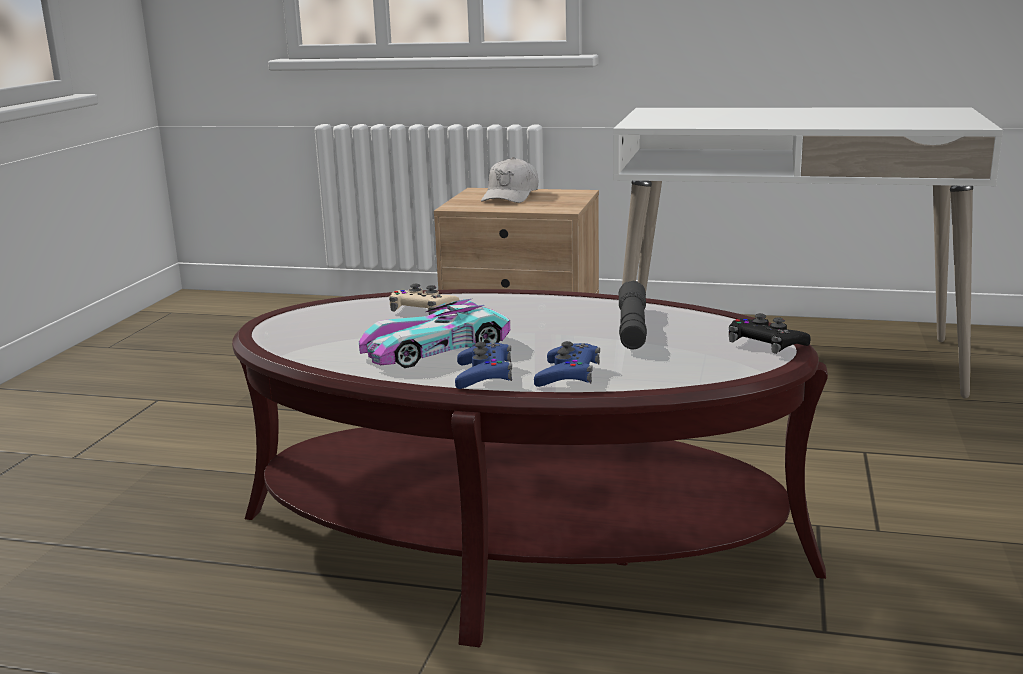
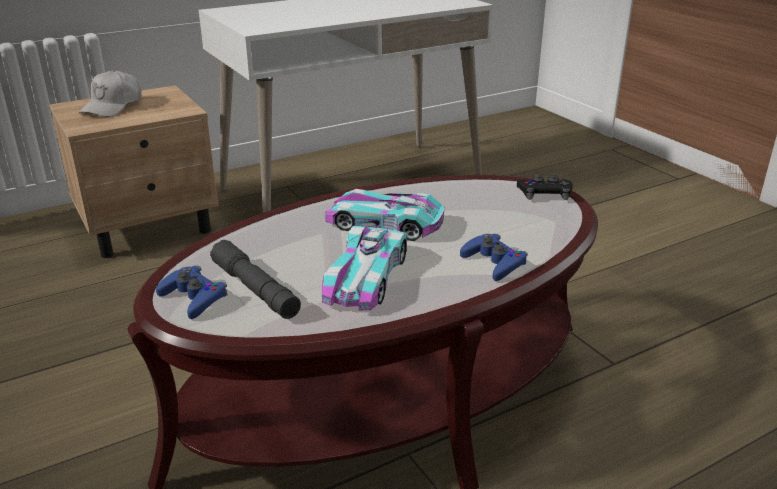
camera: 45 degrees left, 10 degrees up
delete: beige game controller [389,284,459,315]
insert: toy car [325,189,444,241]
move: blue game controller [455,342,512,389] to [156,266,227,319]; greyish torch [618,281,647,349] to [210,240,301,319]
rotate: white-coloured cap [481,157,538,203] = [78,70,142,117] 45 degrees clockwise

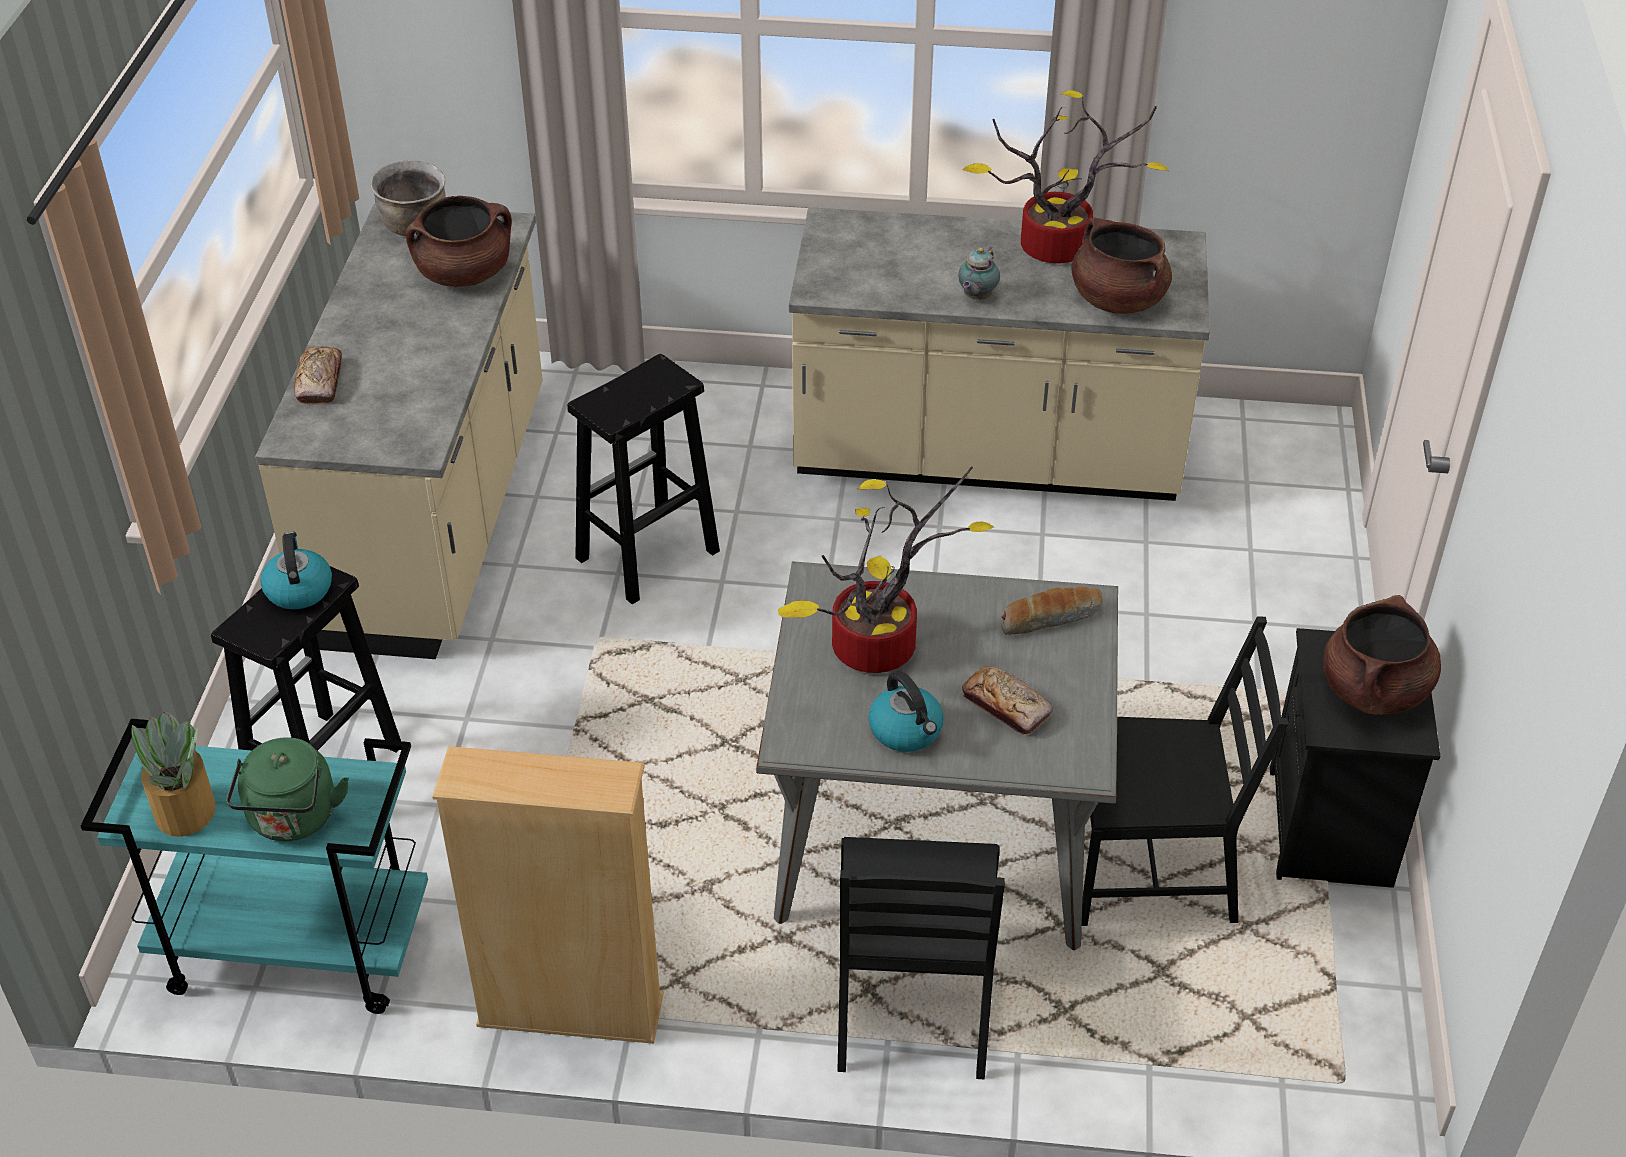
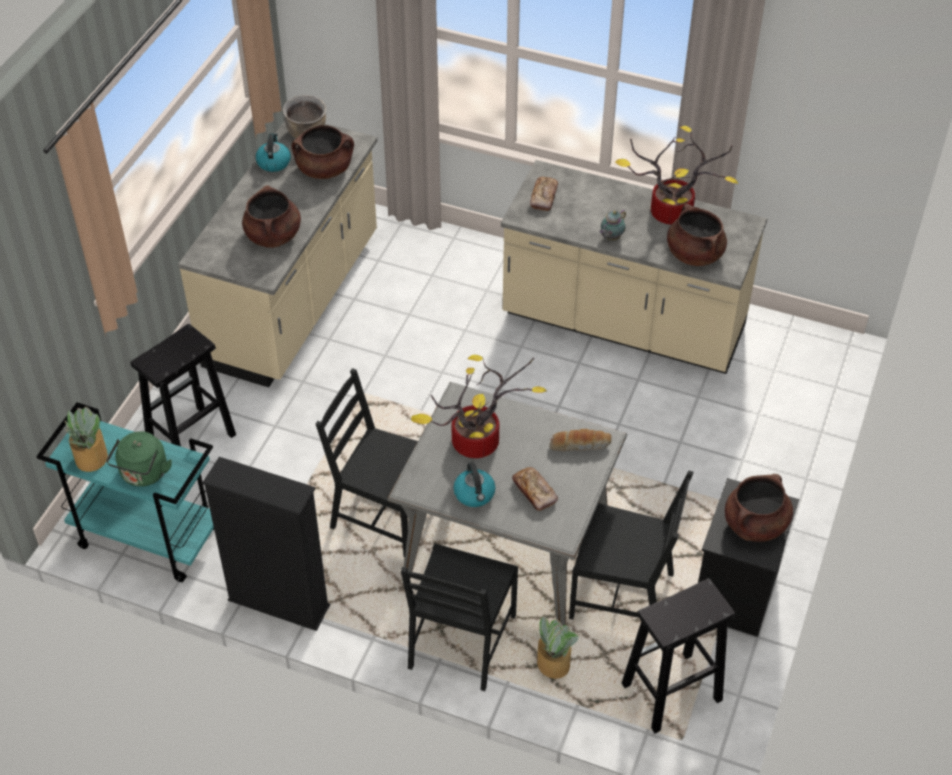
camera: 15 degrees right, 5 degrees up
insert: brownish stockpot [242,185,301,248]; blackish upright chair [316,368,418,557]; houseplant [536,616,578,679]
move: kettle [260,532,332,609] to [256,133,291,172]; bakery bread [294,346,342,404] to [530,177,558,211]; blackish stool seat [567,354,720,604] to [621,578,736,734]
recolor: beige bookshelf [432,746,664,1044] to blackish bookshelf [203,457,330,631]

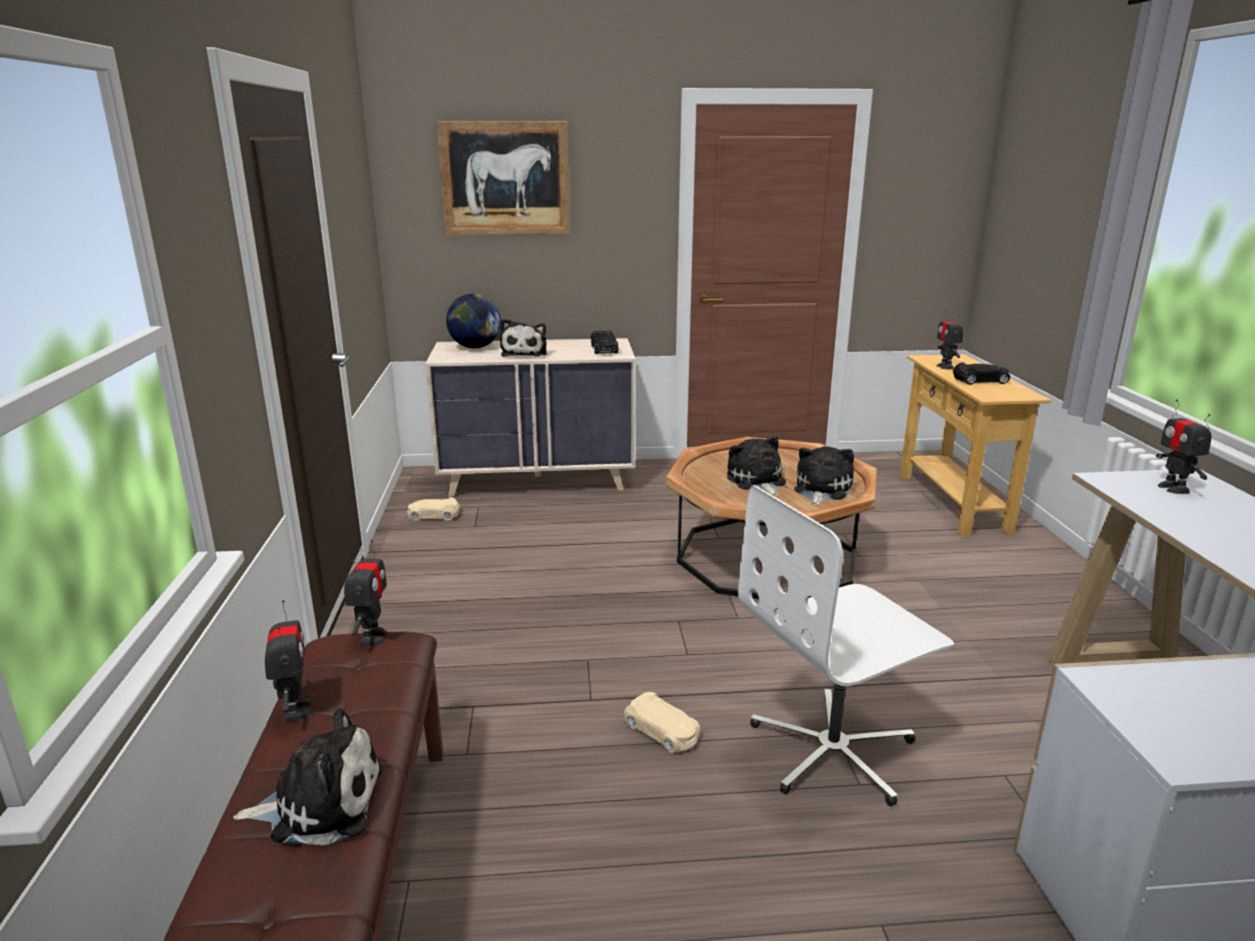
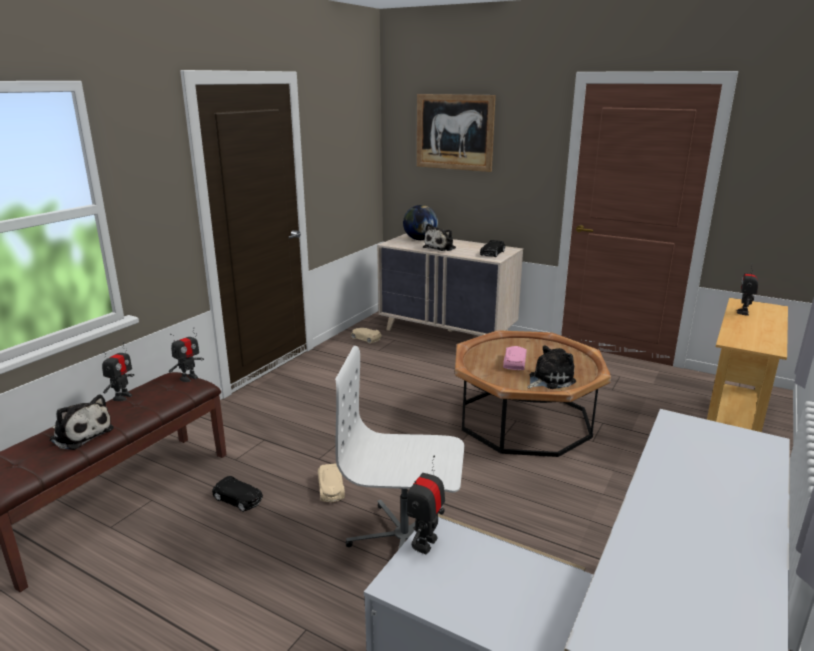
camera: 35 degrees right, 0 degrees up
move: blackish toy car [953,362,1010,385] to [212,476,263,512]; model robot [1156,399,1211,494] to [407,456,445,554]
replace: plush toy [727,436,786,496] to pink-coloured toy car [503,346,527,370]

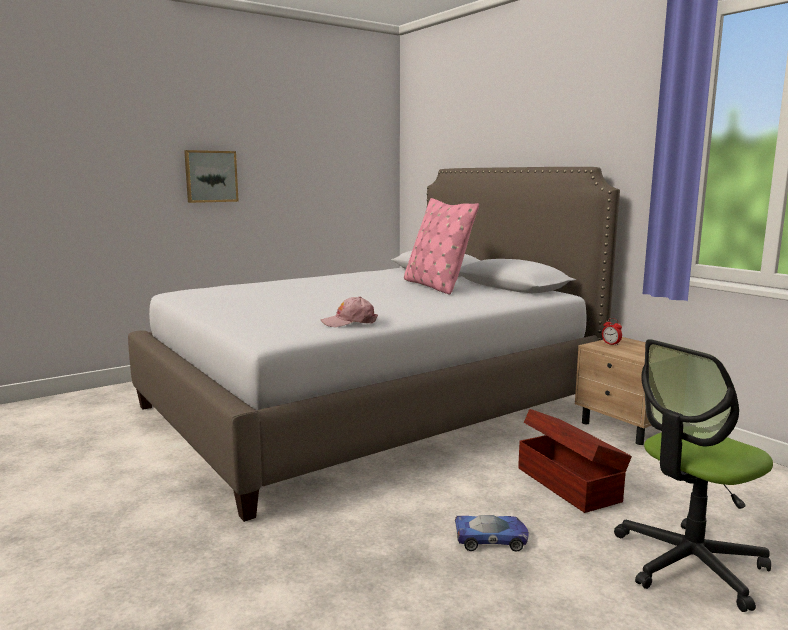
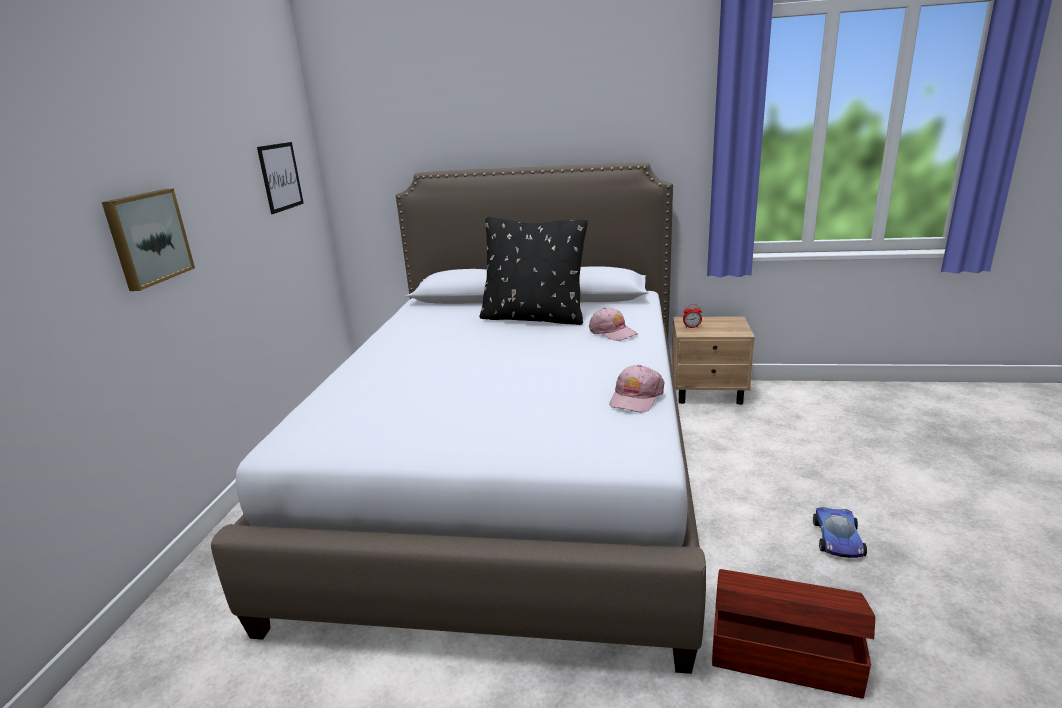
camera: 45 degrees left, 10 degrees up
delete: computer chair [614,339,773,612]
insert: picture [257,142,304,214]; pink-coloured cap [589,308,638,341]
move: brownish storage container [518,409,632,513] to [712,569,875,699]
recolor: pink-coloured cushion [404,198,479,294] to blackish cushion [479,217,588,325]
rotate: toy car [455,515,529,552] = [813,507,867,558] 150 degrees clockwise

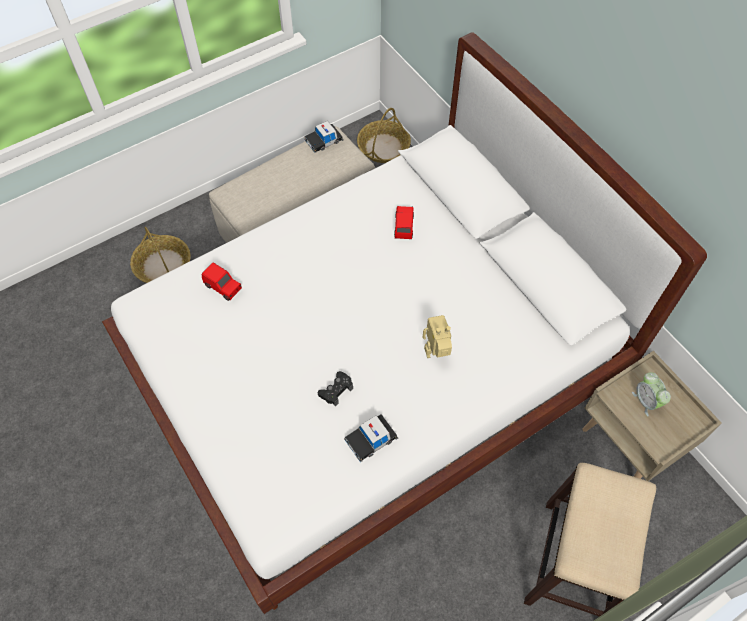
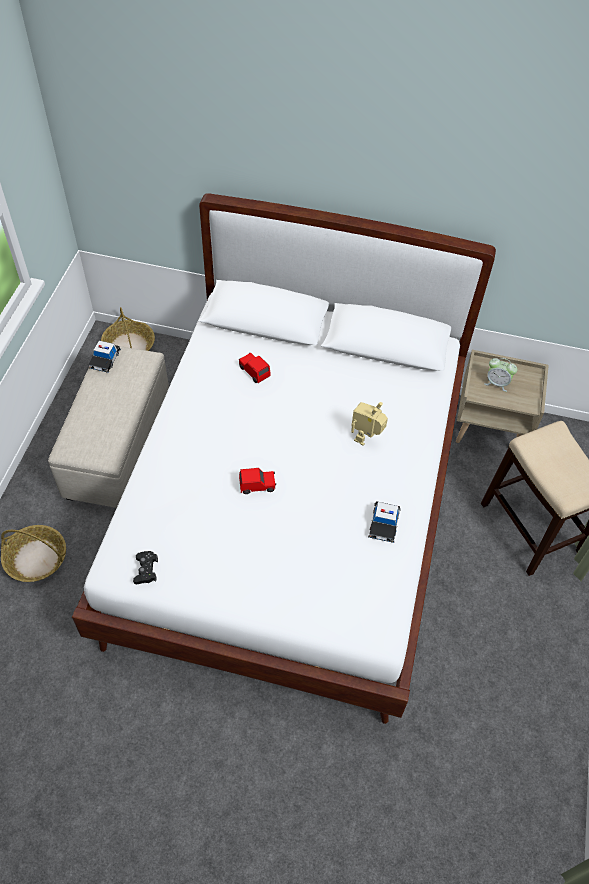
camera: 45 degrees left, 5 degrees down
move: red-coloured toy car [202,262,242,301] to [239,468,276,494]; blackish game controller [318,371,353,406] to [133,551,158,584]

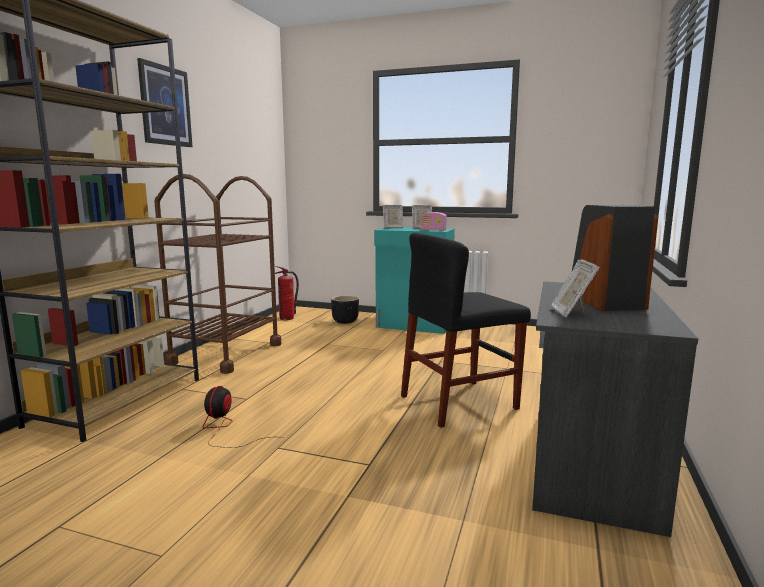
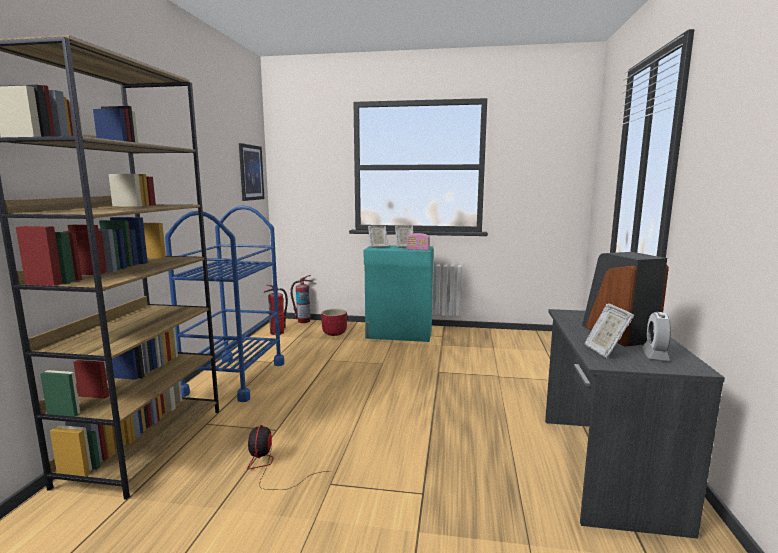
camera: 10 degrees left, 0 degrees up
delete: blackish upright chair [401,233,531,428]
insert: fire-fighting cylinder [291,275,314,323]; bedside clock [642,312,671,361]
move: picture [137,58,193,147] to [239,143,264,201]
recolor: brownish cart [154,174,281,374] to blue cart [165,206,284,402]; blackish plant pot [331,295,359,324] to red-coloured plant pot [321,309,347,336]

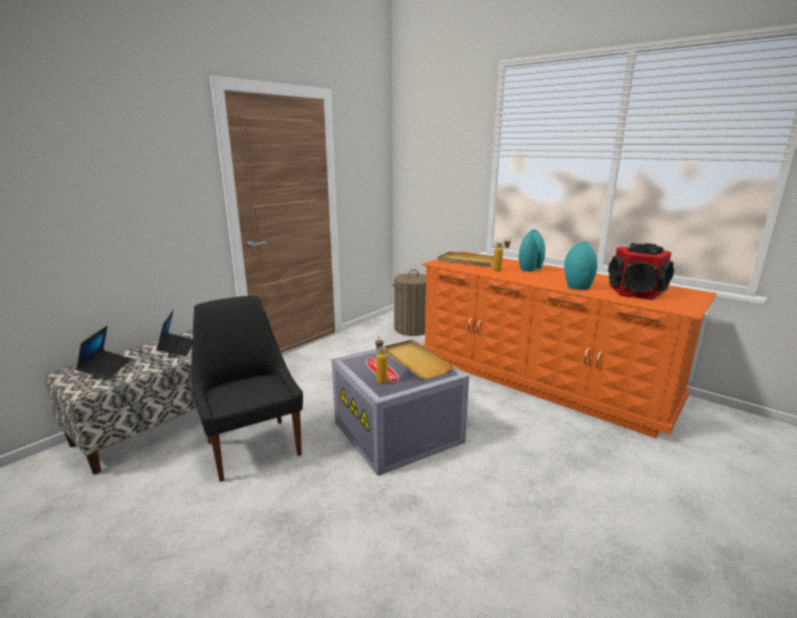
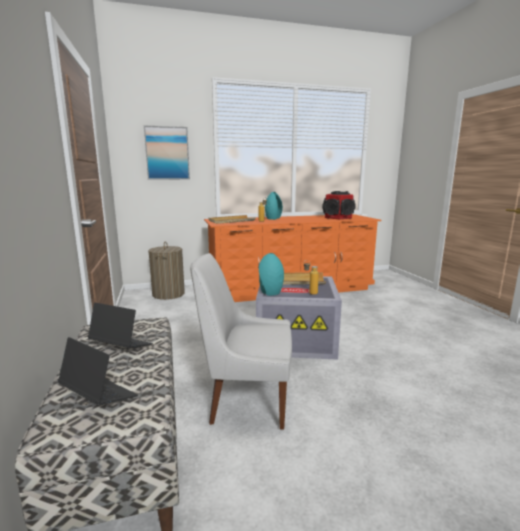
camera: 55 degrees left, 5 degrees down
insert: picture [144,126,190,180]
move: turquoise-coloured flower vase [564,242,598,290] to [259,253,284,296]
recolor: blackish upright chair [192,296,303,482] to white-coloured upright chair [190,253,292,430]

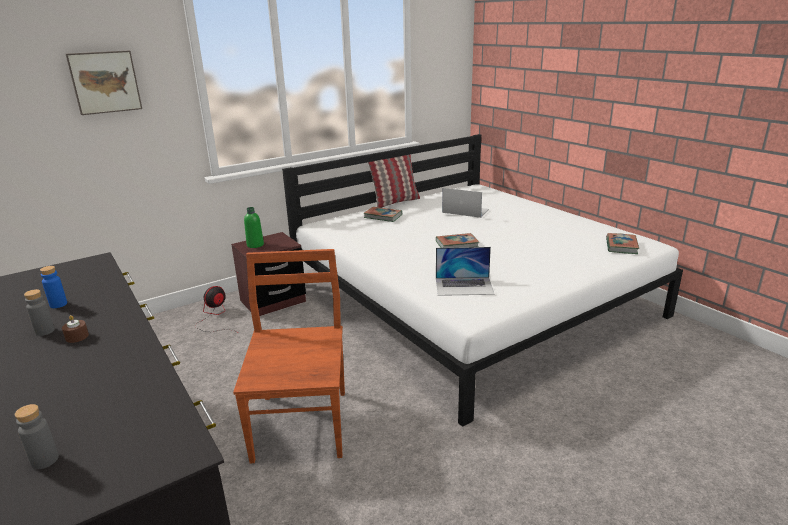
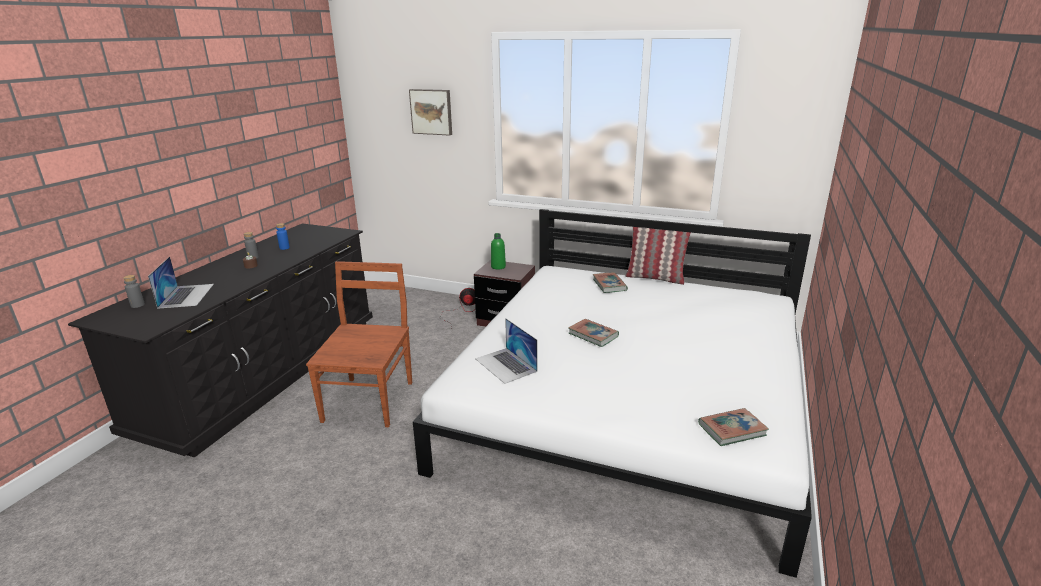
camera: 55 degrees right, 0 degrees up
move: portable computer [442,188,489,218] to [148,256,214,309]
rotate: brownish upright chair [233,249,345,464] = [306,261,412,427] 45 degrees counterclockwise

